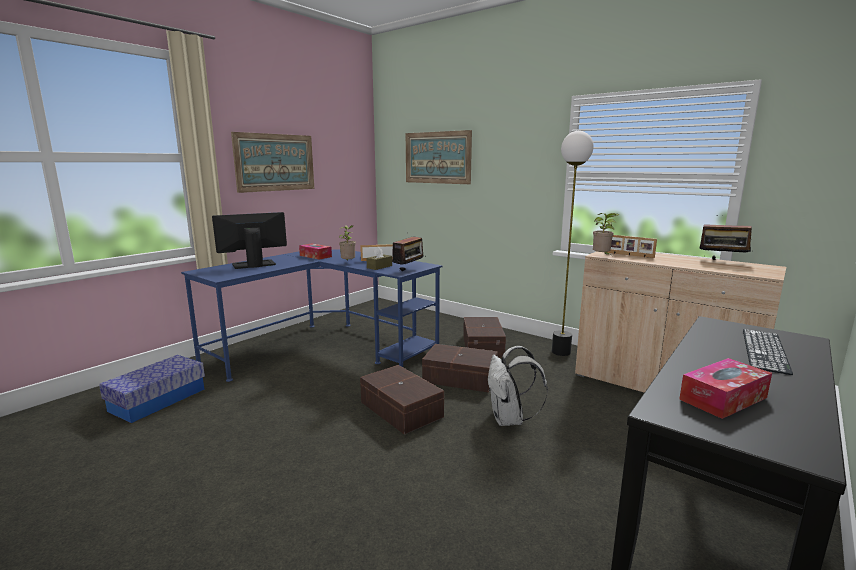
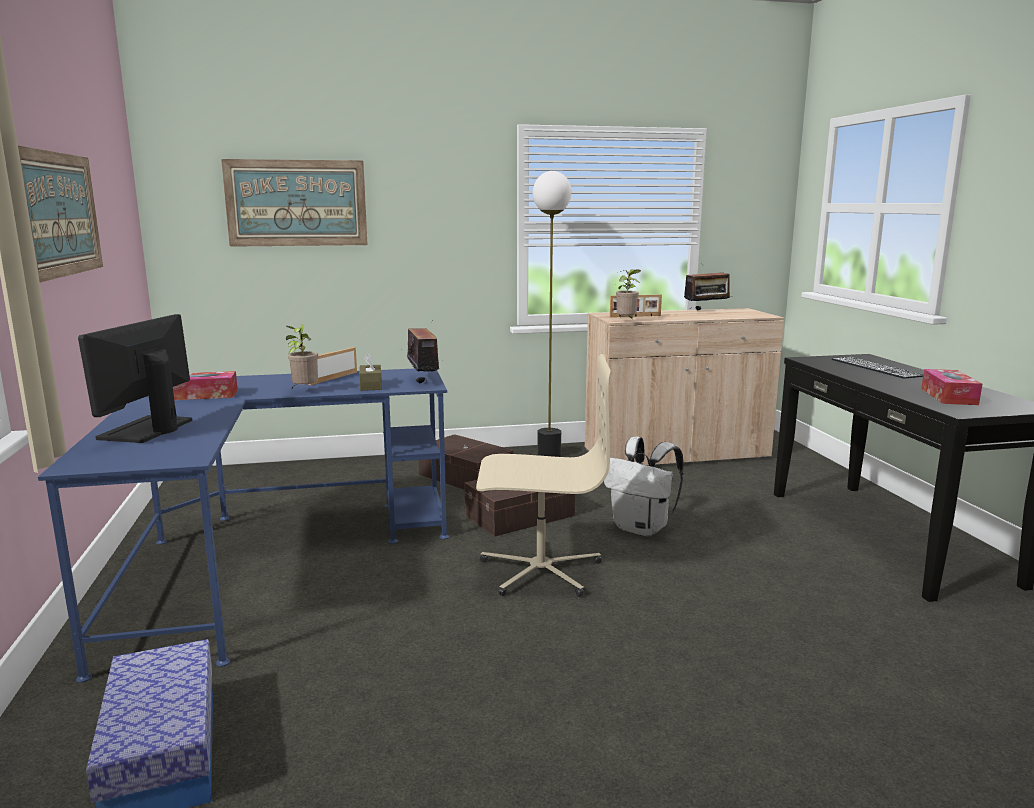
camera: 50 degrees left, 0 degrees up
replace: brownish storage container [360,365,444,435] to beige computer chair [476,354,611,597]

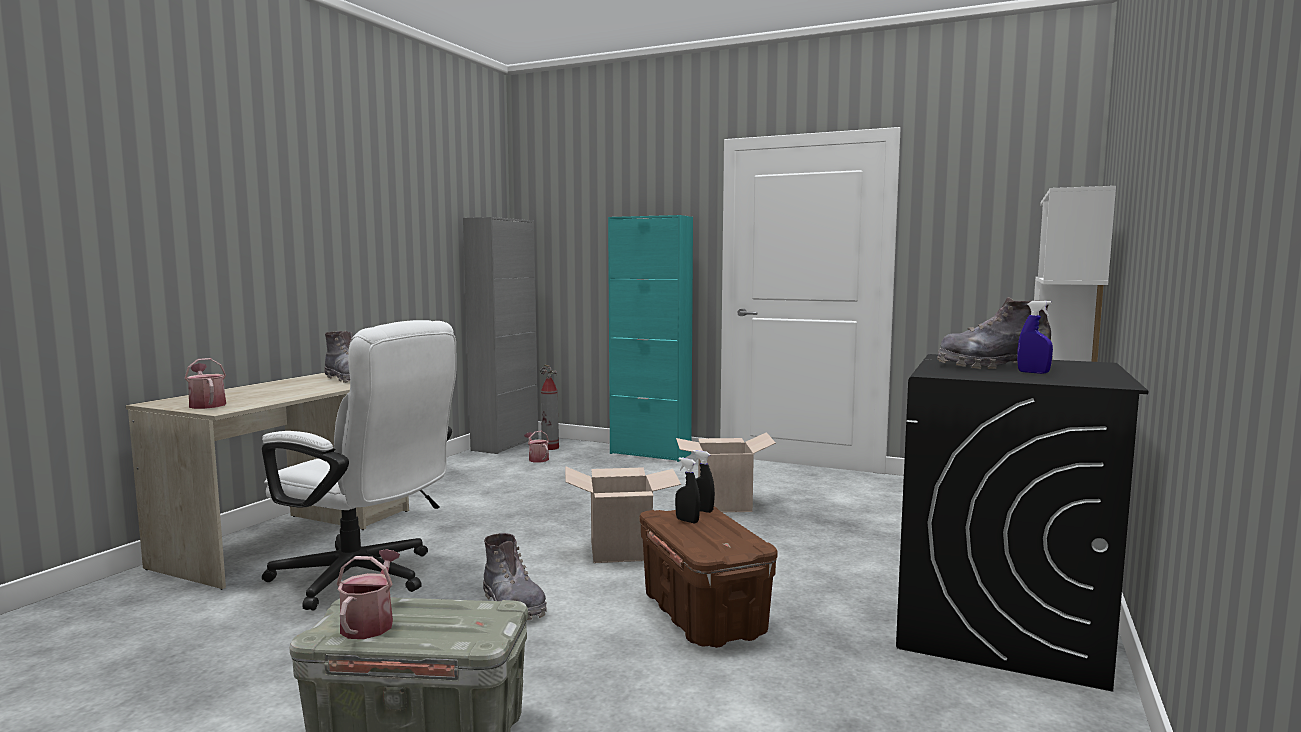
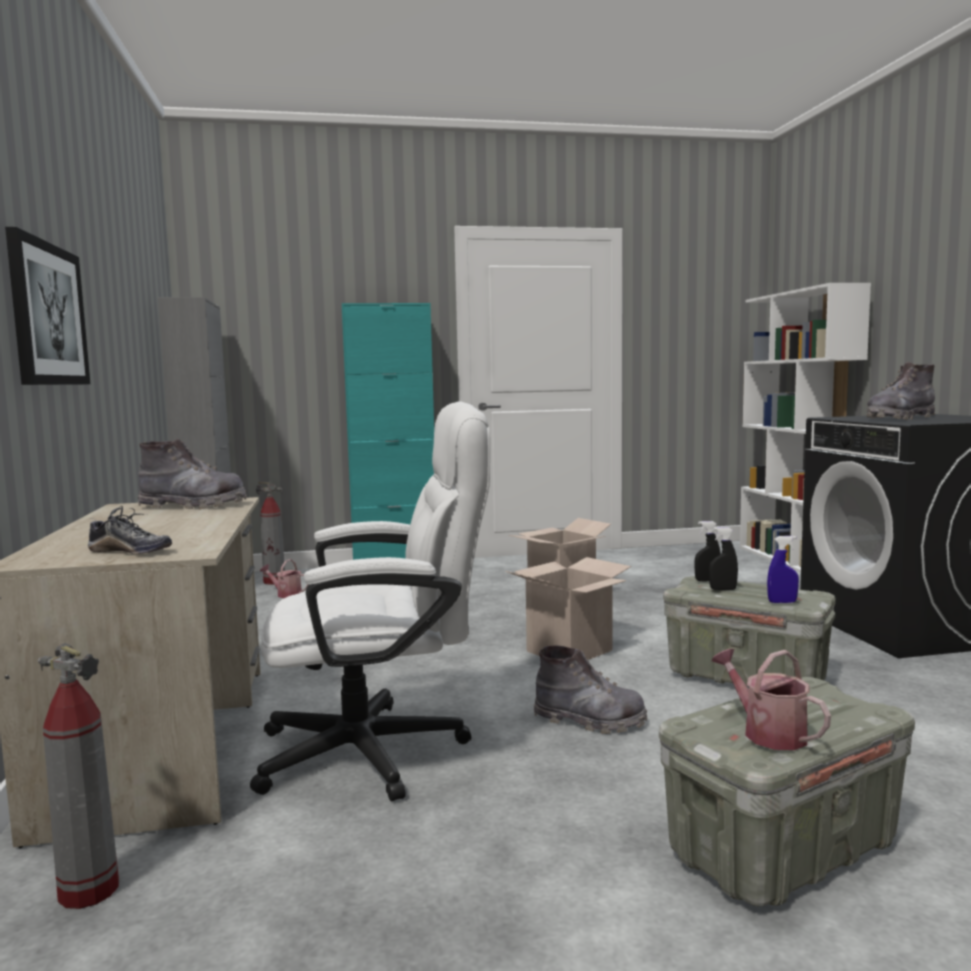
camera: 35 degrees left, 0 degrees up
insert: picture [5,227,90,385]; fire-fighting cylinder [38,643,119,909]
move: blue spray bottle [1017,301,1053,374] to [767,536,799,603]
replace: sprinkling can [185,358,226,409] to low shoe [88,506,172,554]
recolor: brownish storage container [639,506,778,648] to greyish storage container [663,576,836,686]

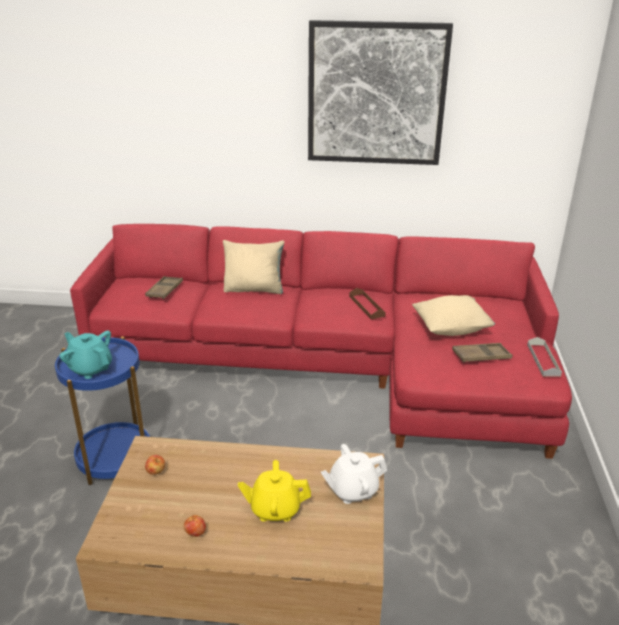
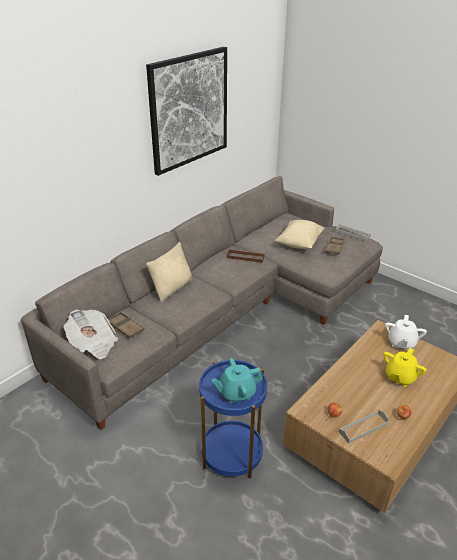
camera: 55 degrees left, 5 degrees up
insert: newspaper [63,309,118,359]; greyish serving tray [339,410,389,443]
recolor: red-coloured couch [70,224,572,459] to greyish couch [21,176,383,430]

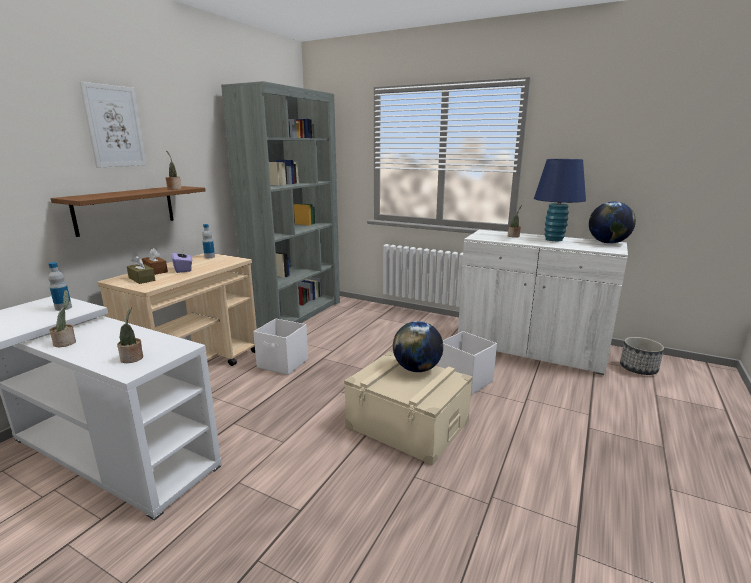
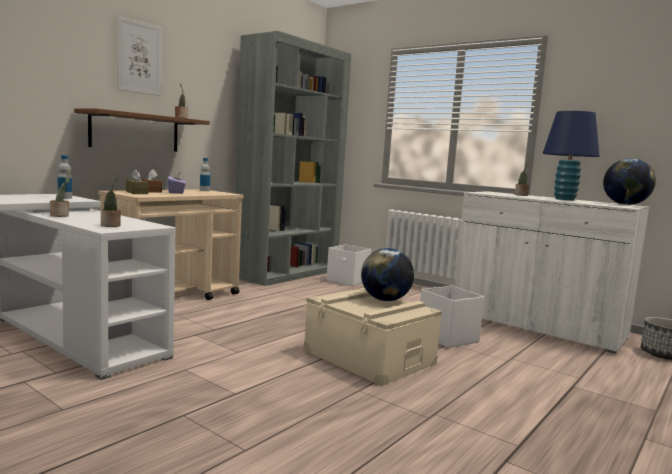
camera: 10 degrees right, 10 degrees down
move: white-coloured storage container [253,319,308,375] to [327,244,371,286]

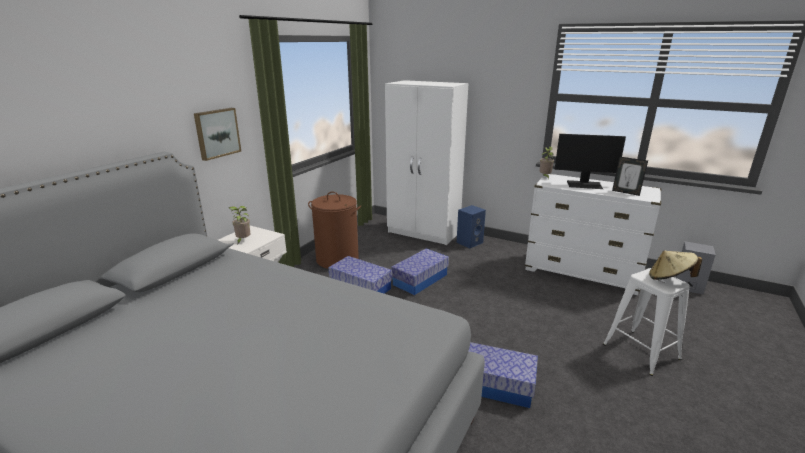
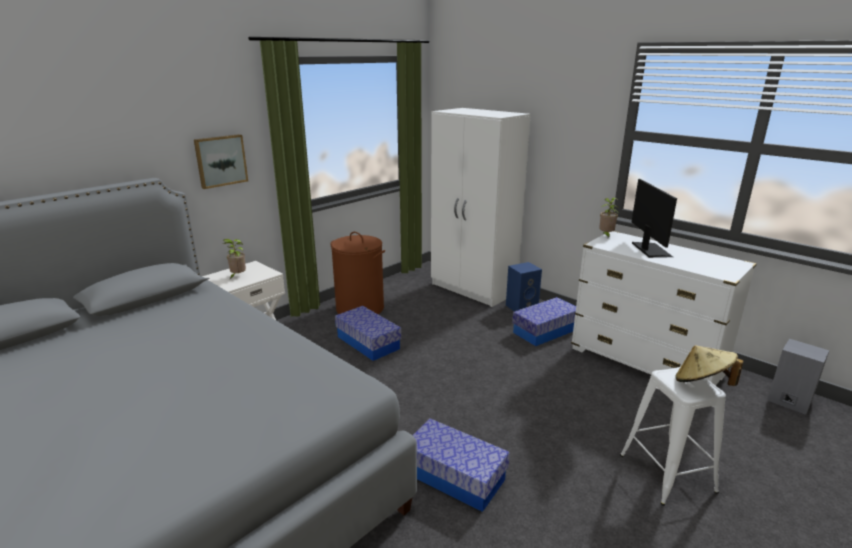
camera: 15 degrees right, 0 degrees up
delete: standing frame [612,157,648,196]
move: storage container [391,248,449,295] to [512,297,576,346]
rotate: computer screen [555,134,626,189] = [632,179,677,258] 120 degrees counterclockwise

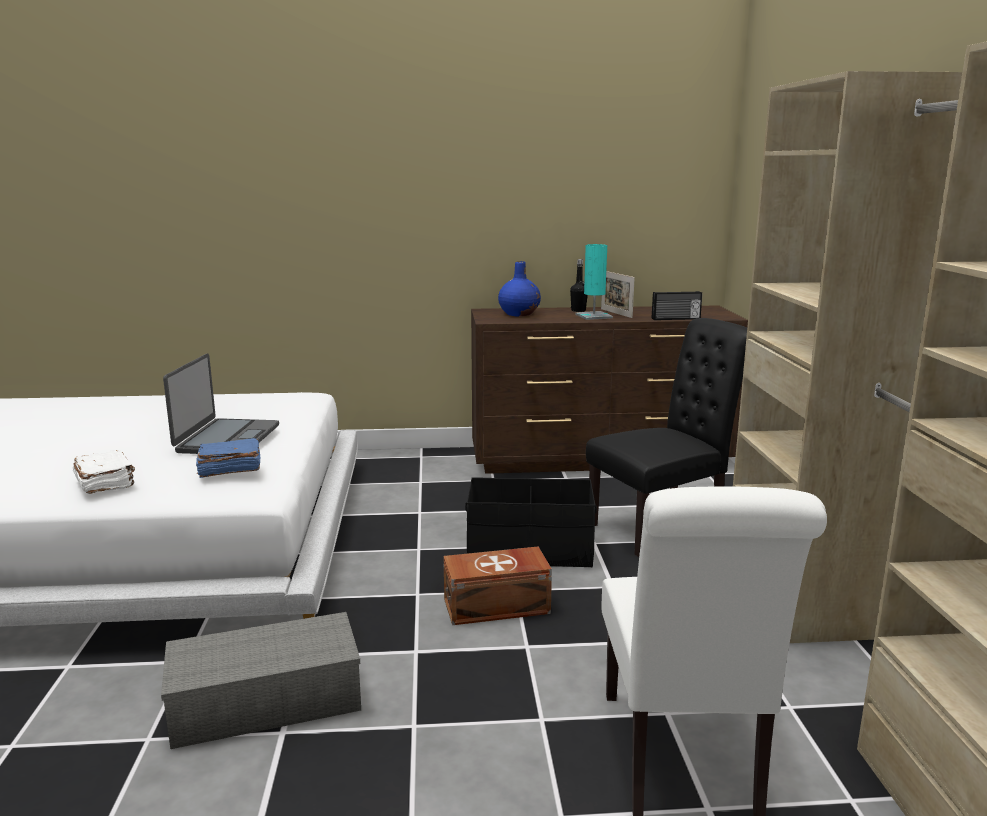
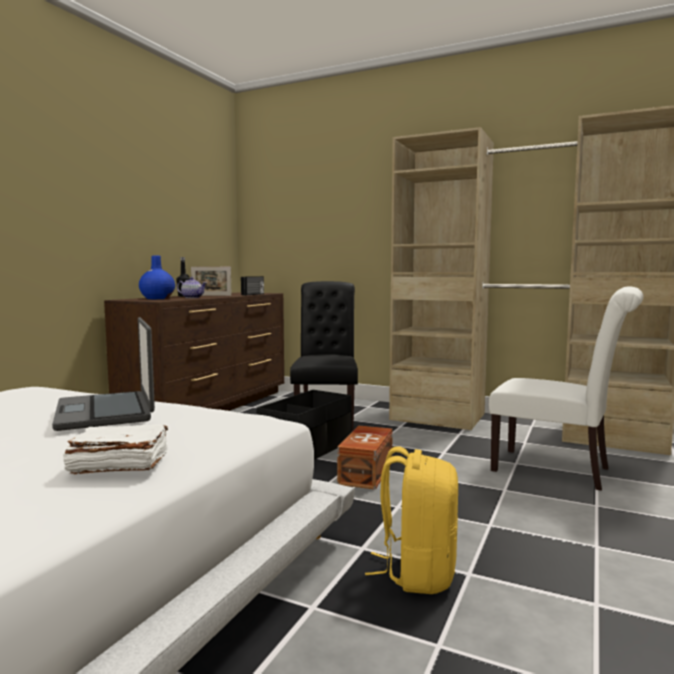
camera: 60 degrees left, 10 degrees down
delete: blue volume [196,438,260,478]; turquoise-coloured lamp for a table [576,244,613,320]
insert: tea pot [177,277,206,298]
replace: greyish storage container [161,612,361,749] to yellow knapsack [365,447,458,594]
rotate: portable computer [163,354,279,454] = [52,317,155,431] 150 degrees counterclockwise

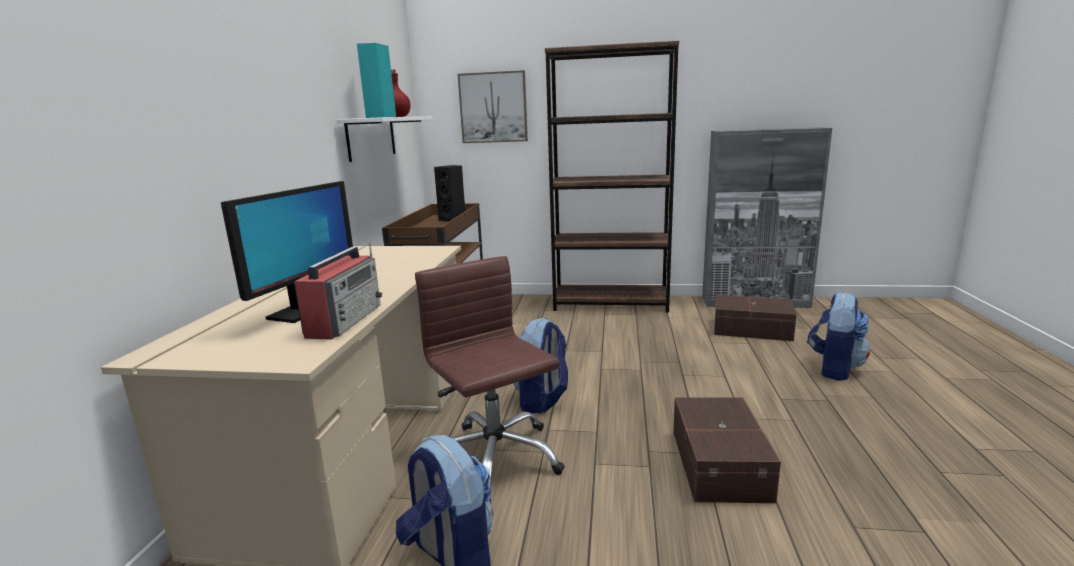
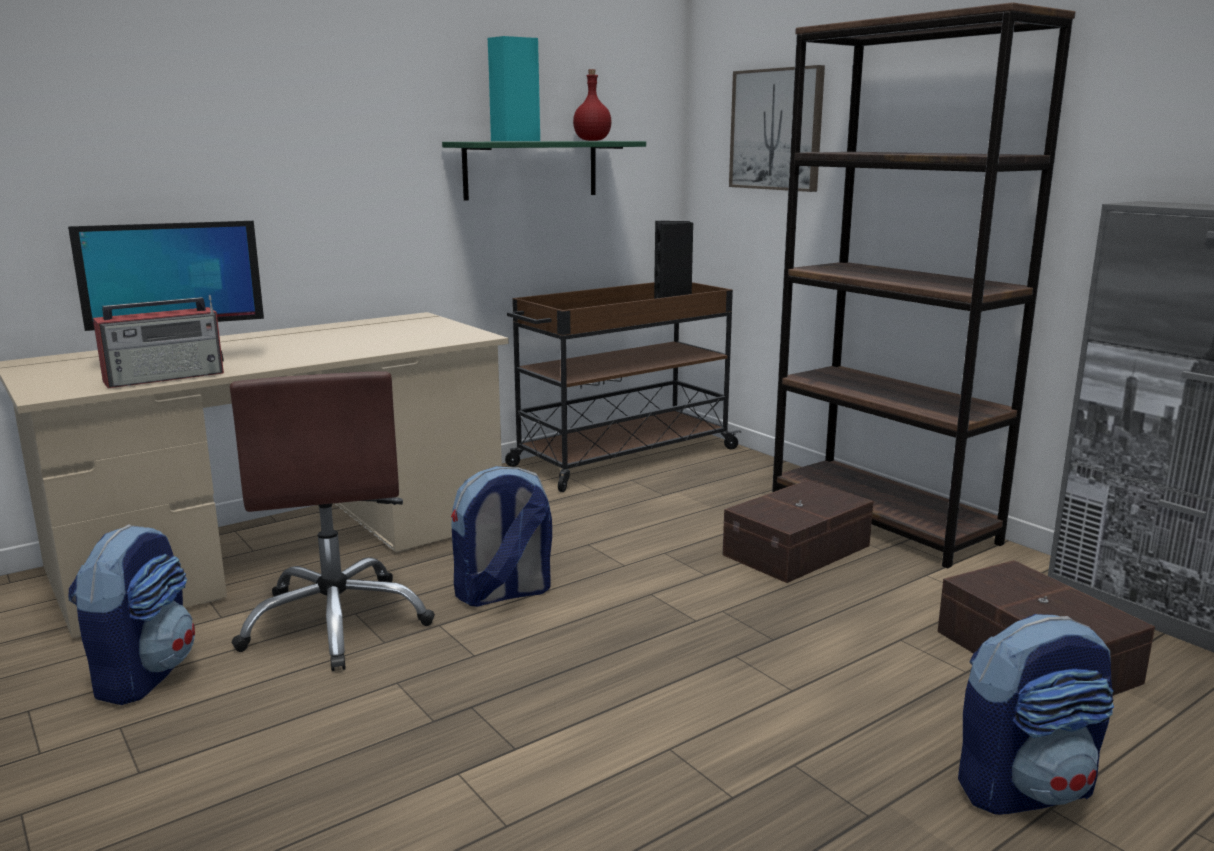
camera: 45 degrees right, 0 degrees up
move: brownish storage container [673,397,781,503] to [723,480,873,583]
recolor: white-coloured shelf [336,117,433,162] to green shelf [442,141,646,201]
rotate: brownish computer chair [415,256,565,503] = [230,371,435,671] 150 degrees clockwise

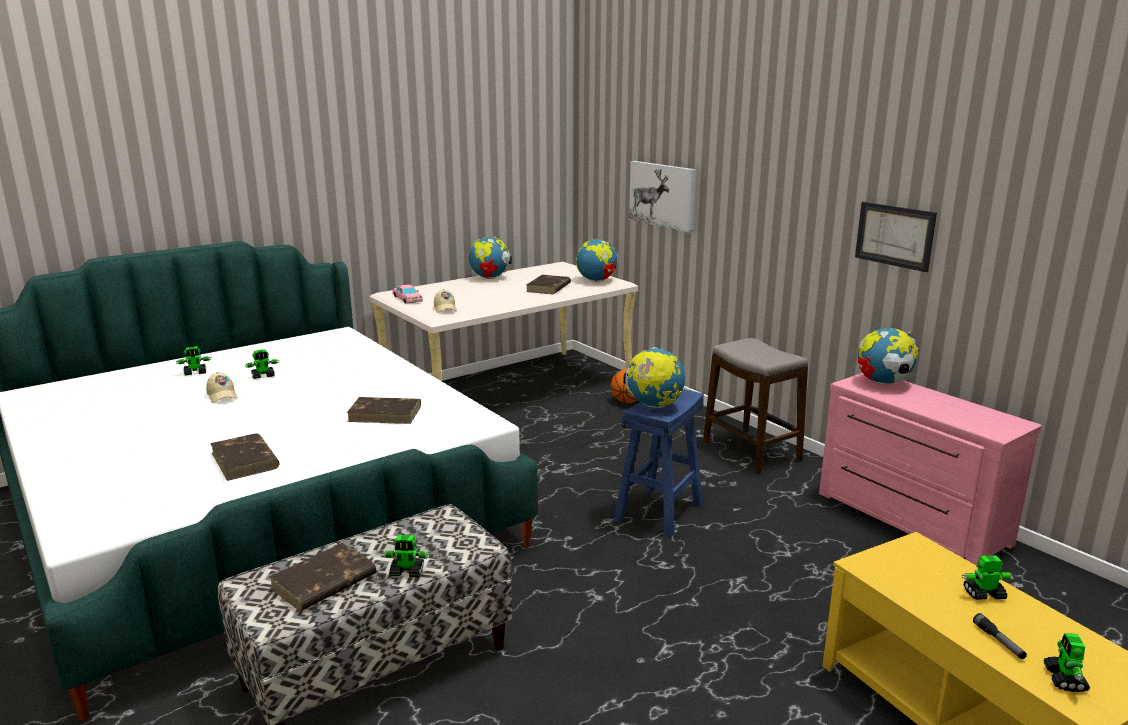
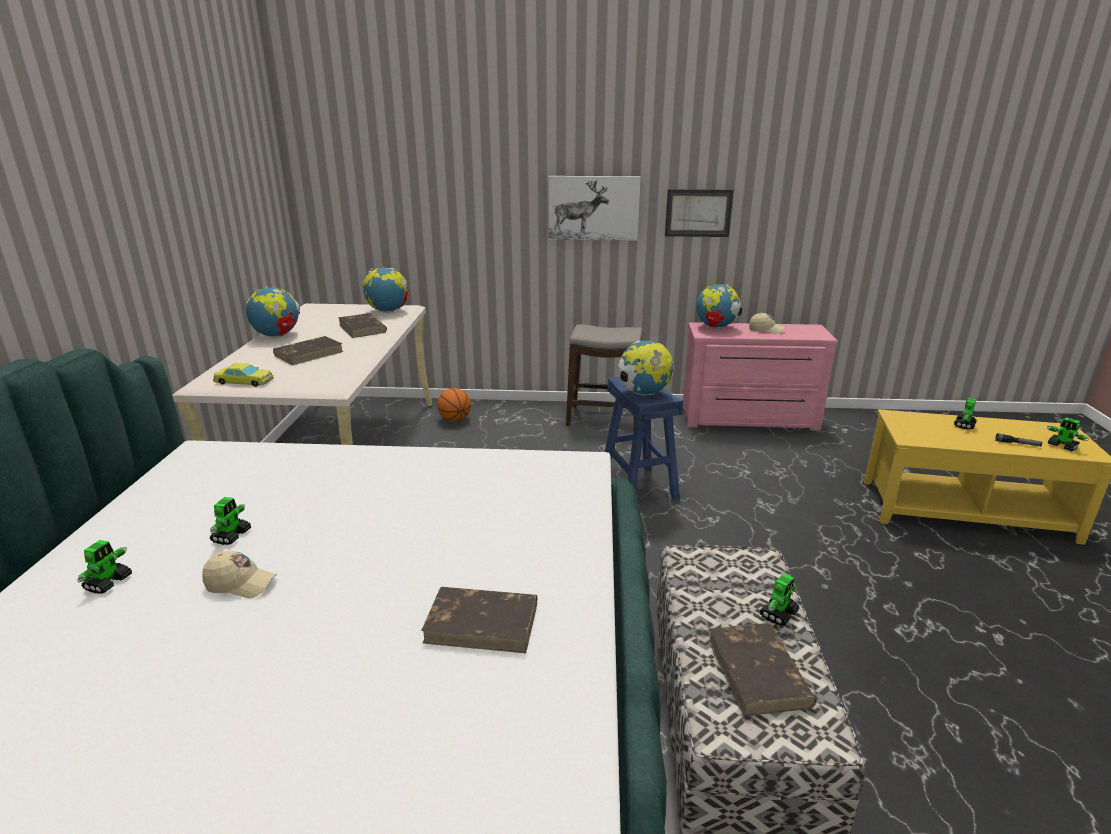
camera: 50 degrees left, 5 degrees up
move: brownish volume [347,397,421,424] to [273,336,344,365]; beige cap [434,289,457,313] to [749,313,784,334]; picture [629,161,696,233] to [548,176,641,241]
recolor: pink-coloured toy car [393,284,423,303] to yellow toy car [213,363,273,387]

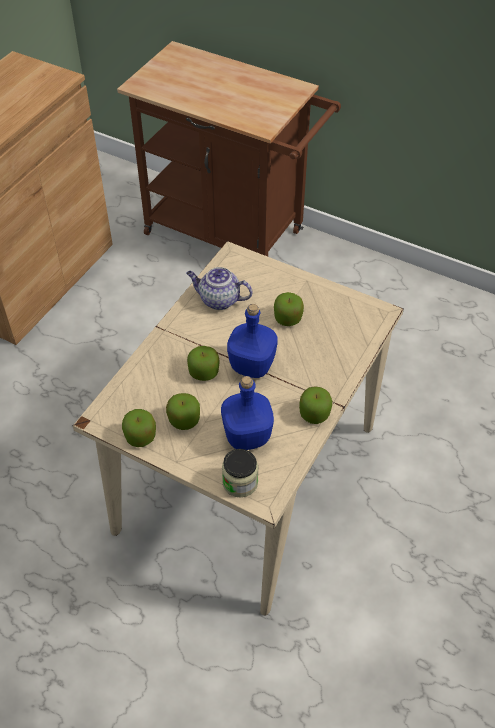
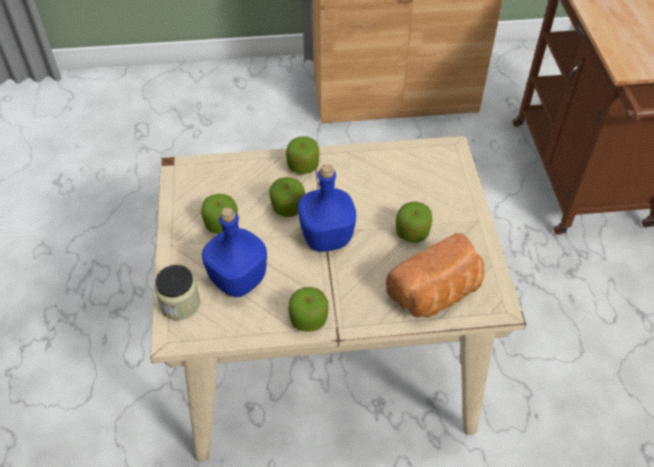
camera: 55 degrees right, 0 degrees up
delete: tea pot [186,267,252,310]
insert: bakery bread [386,233,484,318]
move: apple [122,409,156,447] to [286,136,319,174]

